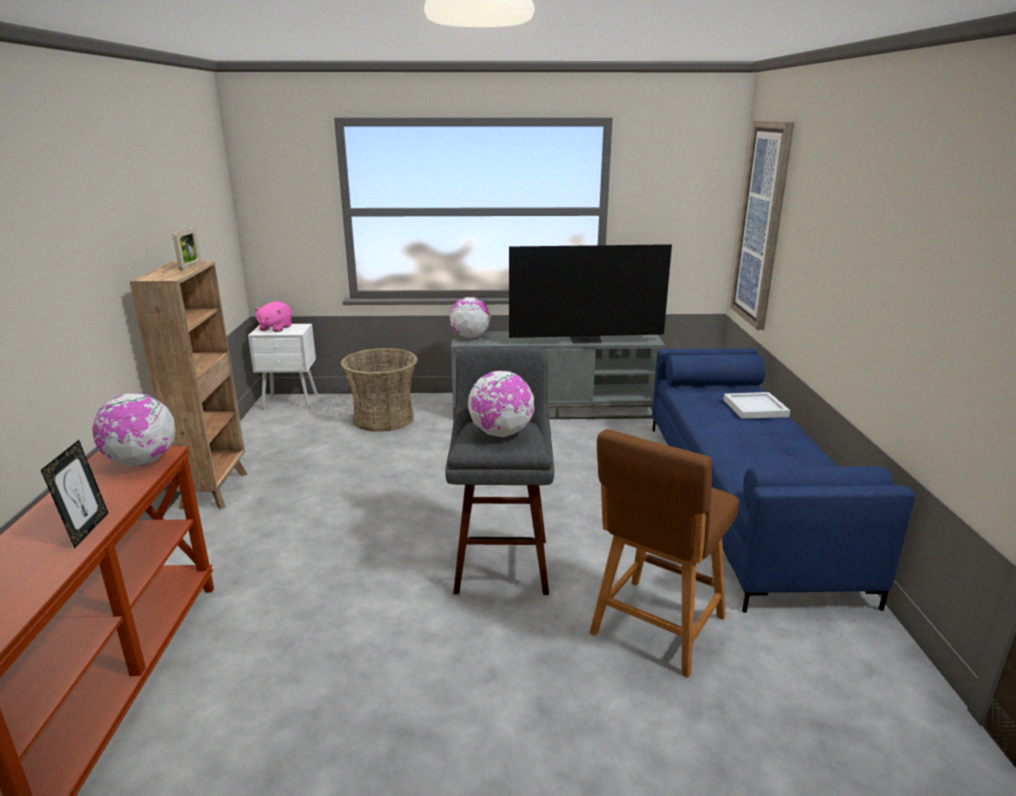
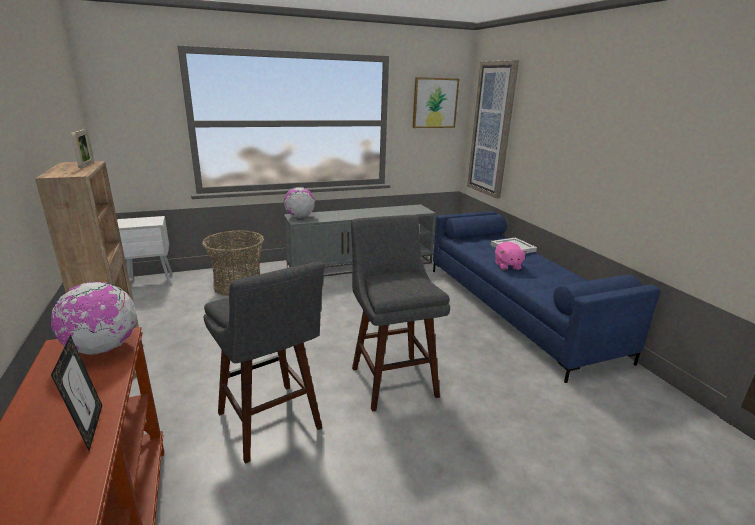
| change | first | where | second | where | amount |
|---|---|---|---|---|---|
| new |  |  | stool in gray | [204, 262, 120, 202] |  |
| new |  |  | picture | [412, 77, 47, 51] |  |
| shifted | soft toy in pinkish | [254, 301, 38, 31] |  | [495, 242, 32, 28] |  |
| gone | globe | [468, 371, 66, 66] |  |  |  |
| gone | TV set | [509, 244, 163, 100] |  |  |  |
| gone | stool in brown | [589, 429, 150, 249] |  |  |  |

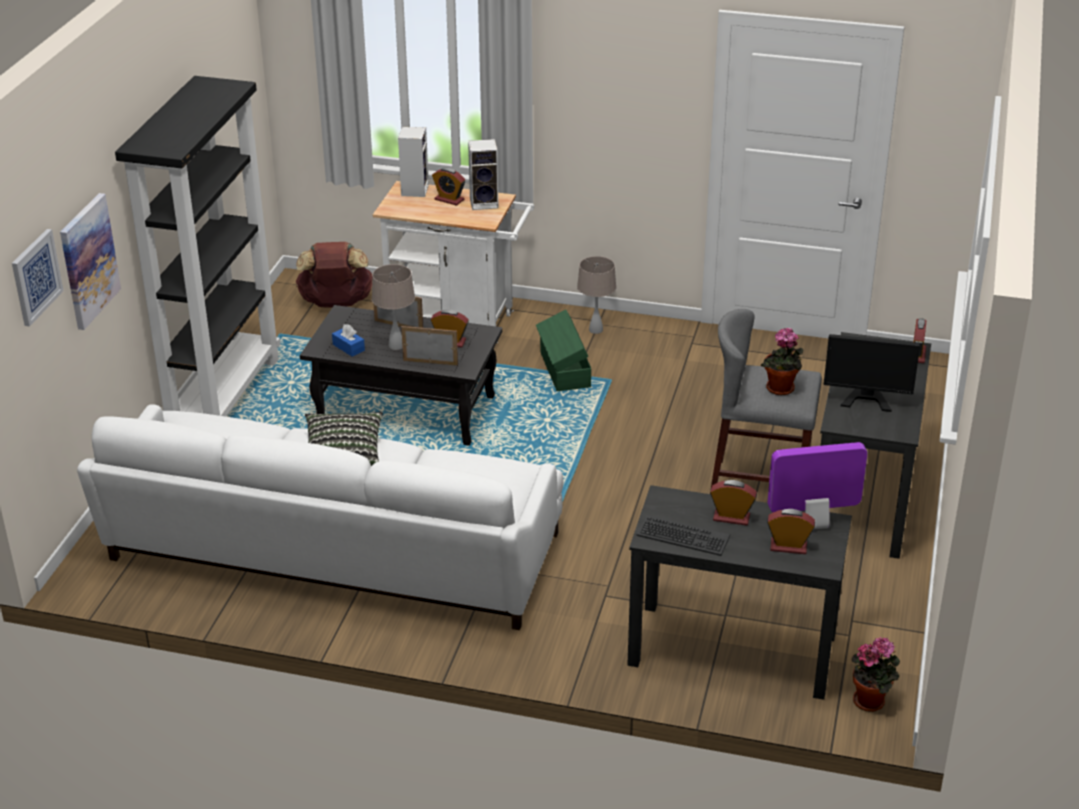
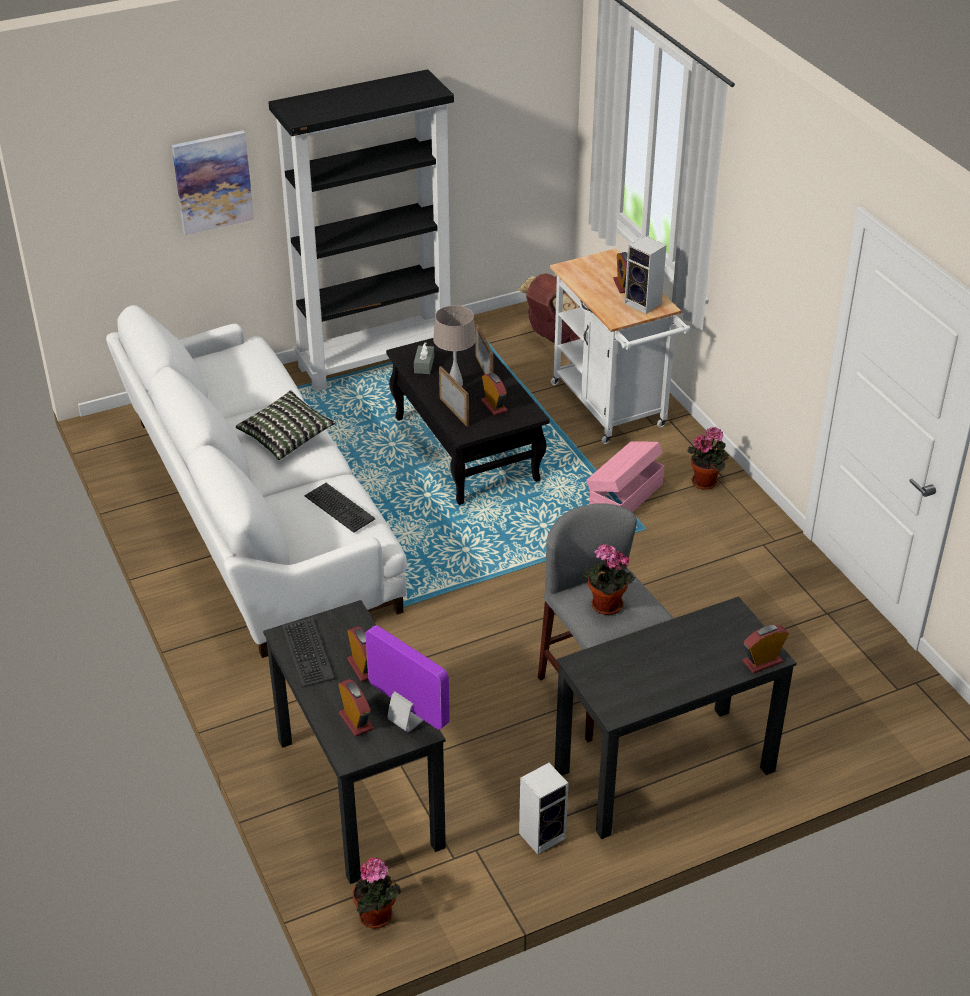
| change | first | where | second | where | amount |
|---|---|---|---|---|---|
| new |  |  | PC keyboard | [305, 483, 70, 50] |  |
| repainted | tissue box in blue-coloured | [332, 324, 33, 33] | tissue box in gray | [414, 343, 20, 31] |  |
| shifted | audio speaker | [398, 127, 31, 70] |  | [519, 763, 50, 91] |  |
| repainted | storage box in green-coloured | [536, 310, 55, 81] | storage box in pinkish | [586, 441, 78, 71] |  |
| swapped | lamp for a table in beige-coloured | [577, 256, 39, 78] | plant in a pot | [687, 427, 42, 63] |  |
| gone | picture | [12, 229, 51, 98] |  |  |  |
| gone | computer screen | [824, 334, 96, 78] |  |  |  |

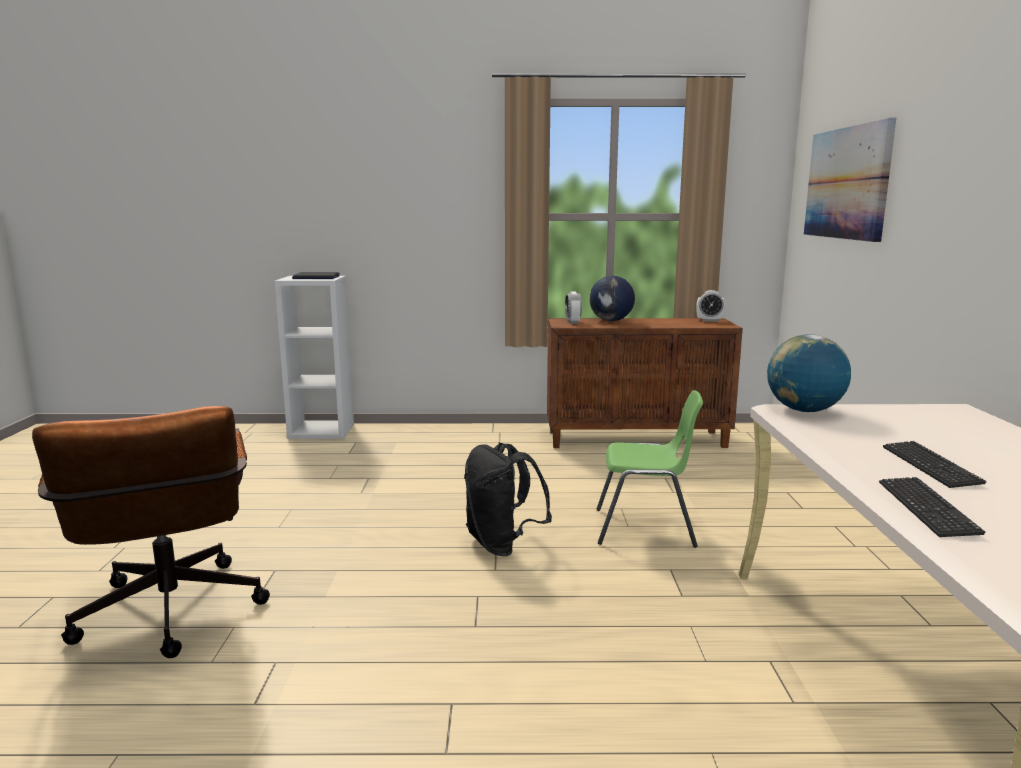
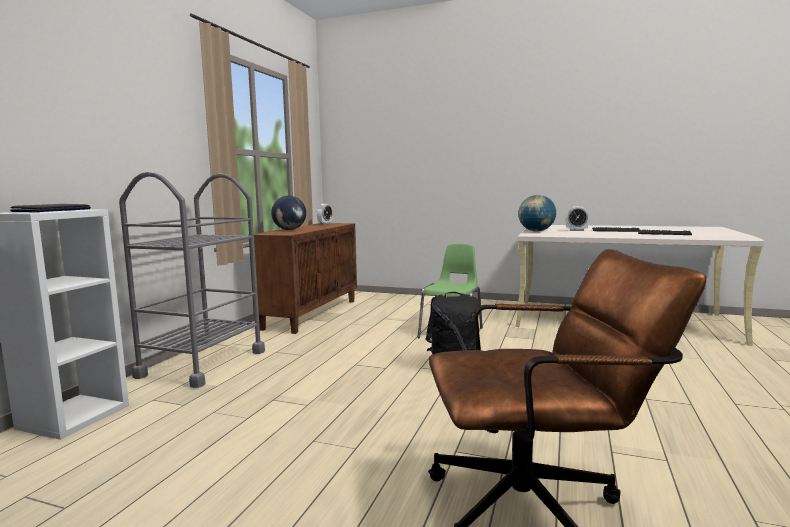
| change | first | where | second | where | amount |
|---|---|---|---|---|---|
| new |  |  | cart in gray | [119, 171, 146, 217] |  |
| shifted | alarm clock | [565, 292, 17, 32] |  | [565, 206, 24, 25] |  |
| gone | picture | [804, 118, 92, 124] |  |  |  |

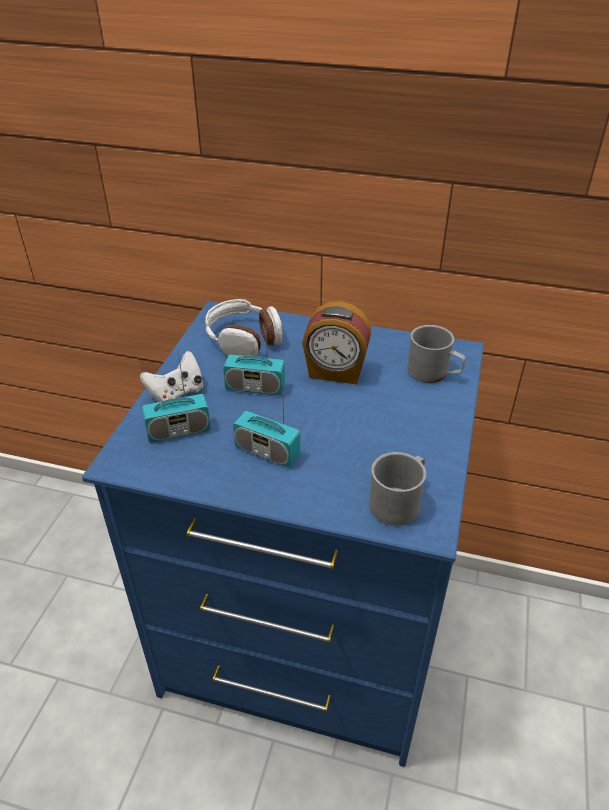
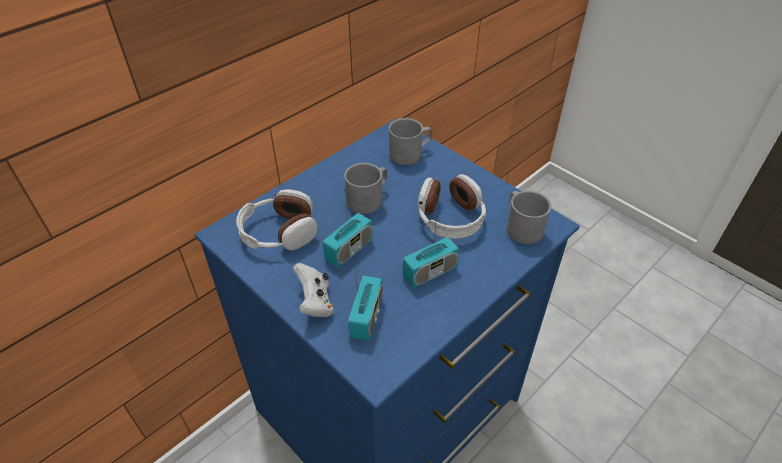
| change | first | where | second | where | amount |
|---|---|---|---|---|---|
| swapped | alarm clock | [302, 301, 70, 84] | coffee mug in gray | [344, 163, 43, 51] |  |
| new |  |  | headphones | [418, 174, 68, 65] |  |

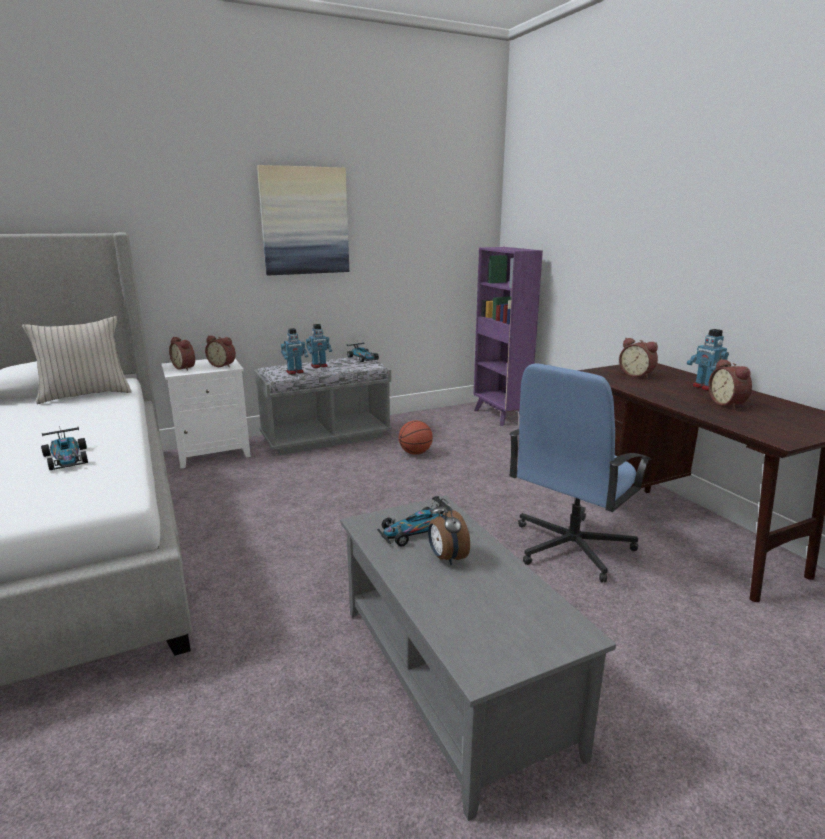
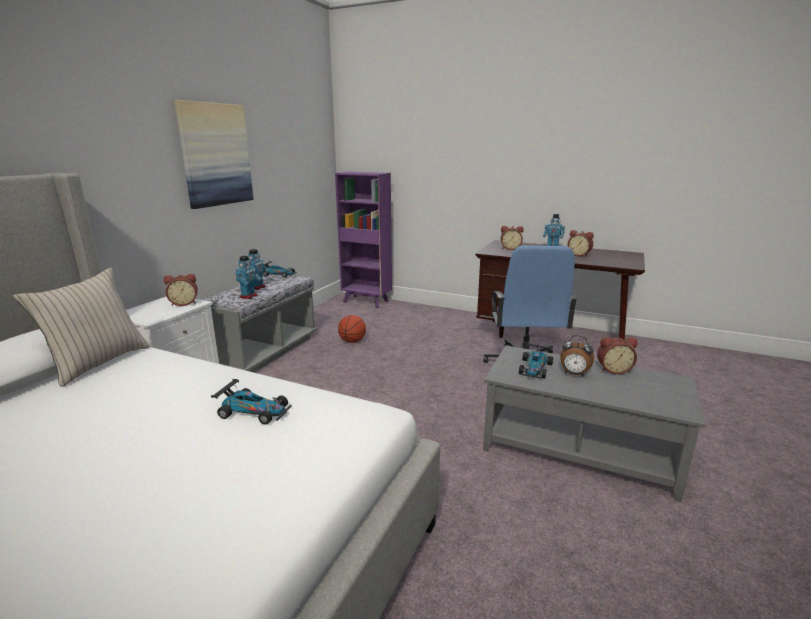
| change | first | where | second | where | amount |
|---|---|---|---|---|---|
| shifted | alarm clock | [169, 337, 26, 34] |  | [597, 337, 41, 37] |  |

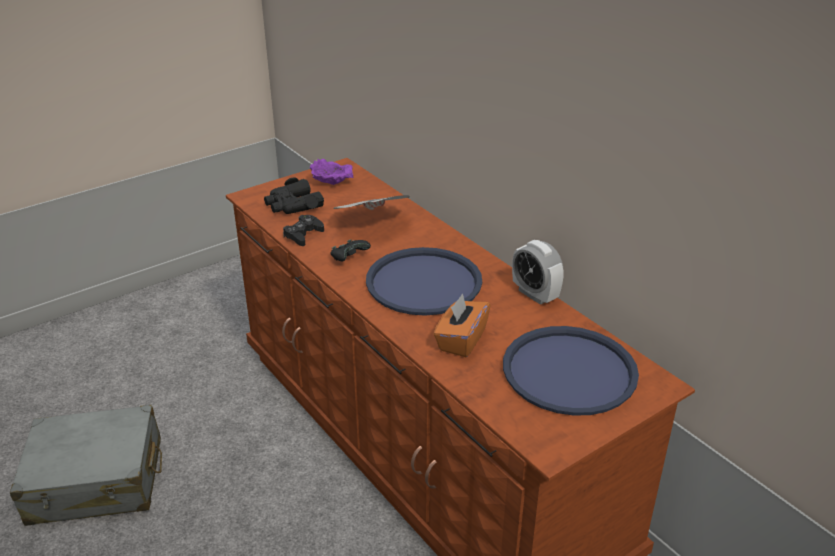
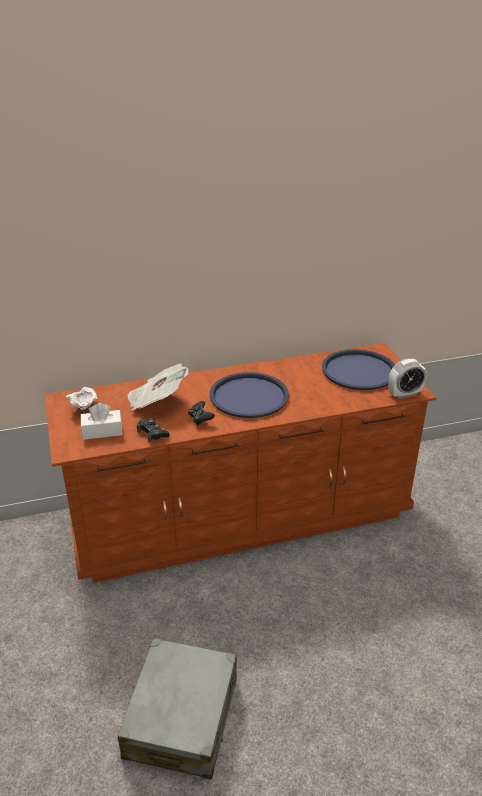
| change | first | where | second | where | amount |
|---|---|---|---|---|---|
| repainted | deep dish in purplish | [310, 159, 44, 26] | deep dish in white | [66, 387, 31, 23] |  |
| swapped | binoculars in black-coloured | [264, 177, 60, 37] | tissue box in white | [81, 403, 42, 37] |  |
| shifted | alarm clock | [512, 240, 51, 65] |  | [388, 359, 39, 40] |  |
| gone | tissue box in orange | [433, 294, 58, 63] |  |  |  |

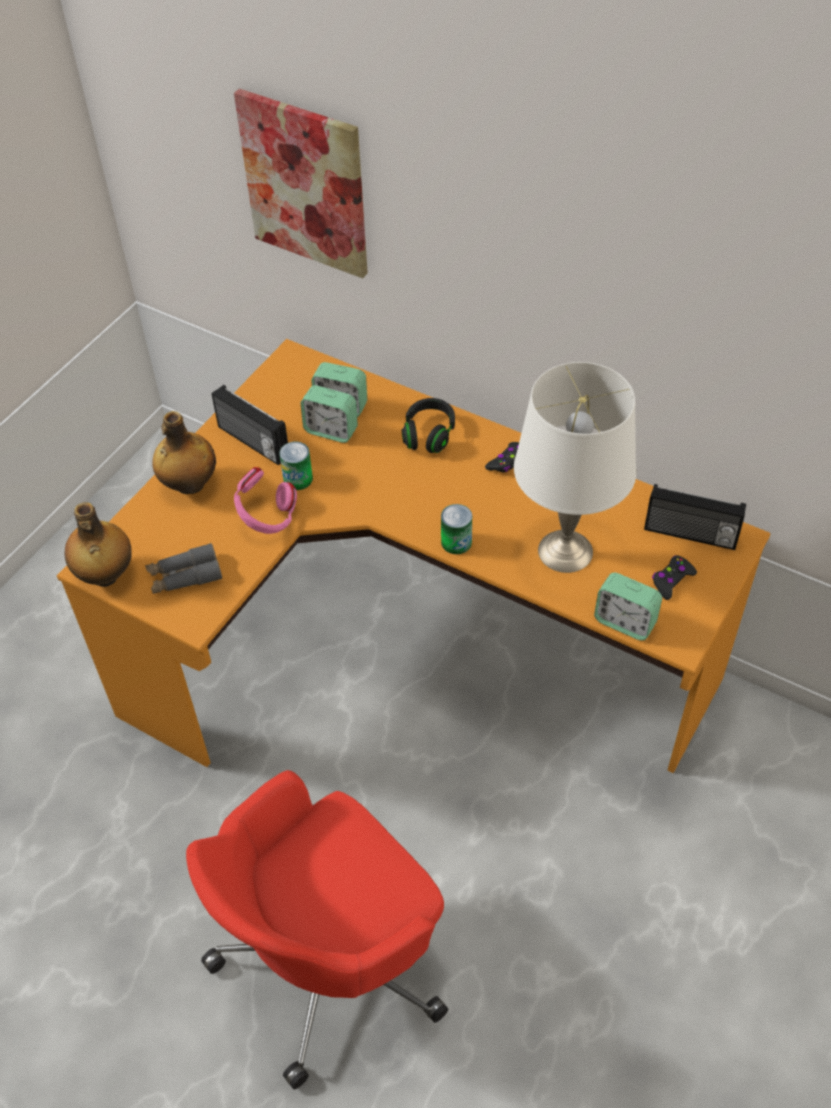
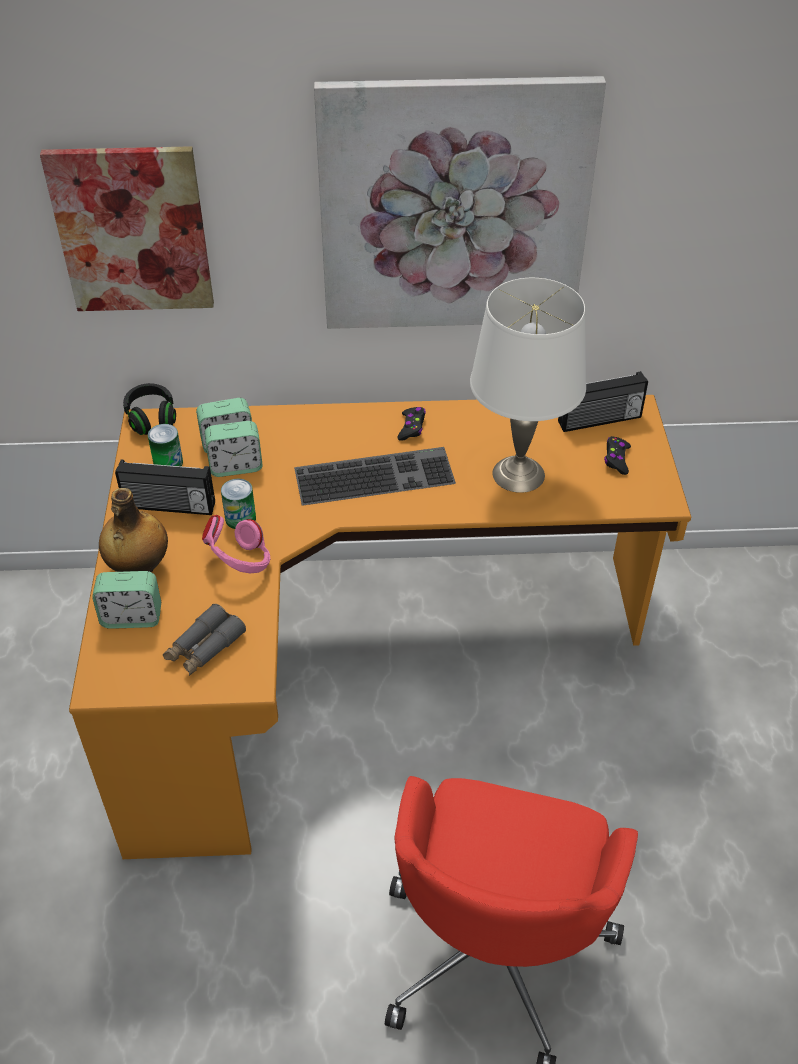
| change | first | where | second | where | amount |
|---|---|---|---|---|---|
| shifted | alarm clock | [594, 573, 68, 68] |  | [92, 571, 69, 58] |  |
| shifted | headphones in black-coloured | [402, 398, 53, 55] |  | [123, 383, 53, 52] |  |
| shifted | sealed can | [441, 504, 31, 50] |  | [148, 424, 35, 42] |  |
| new |  |  | PC keyboard | [294, 447, 162, 59] |  |
| new |  |  | picture | [314, 76, 292, 253] |  |
| gone | beverage bottle | [65, 502, 67, 85] |  |  |  |

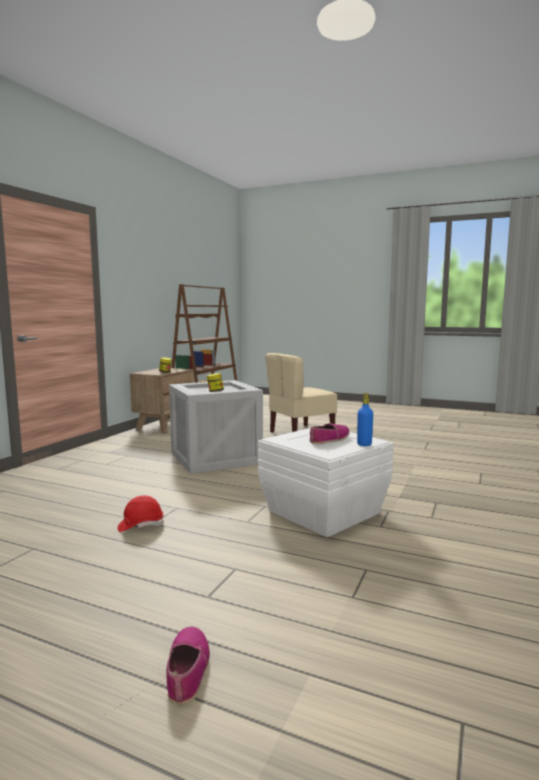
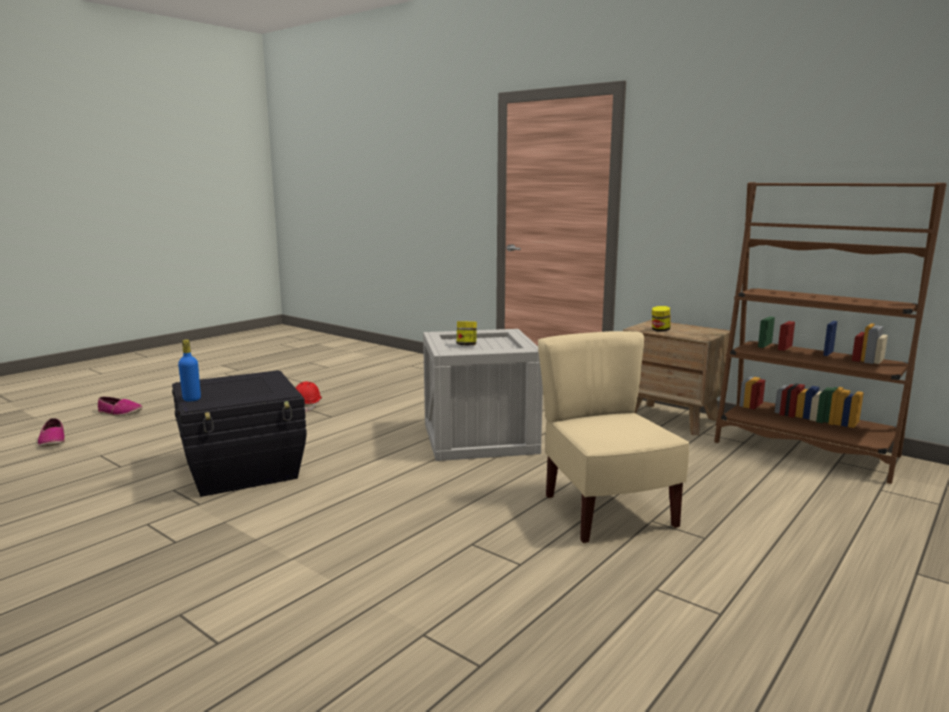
| change | first | where | second | where | amount |
|---|---|---|---|---|---|
| shifted | shoe | [310, 423, 40, 21] |  | [38, 418, 27, 29] |  |
| repainted | storage box in white | [258, 425, 136, 112] | storage box in black-coloured | [172, 370, 135, 127] |  |

